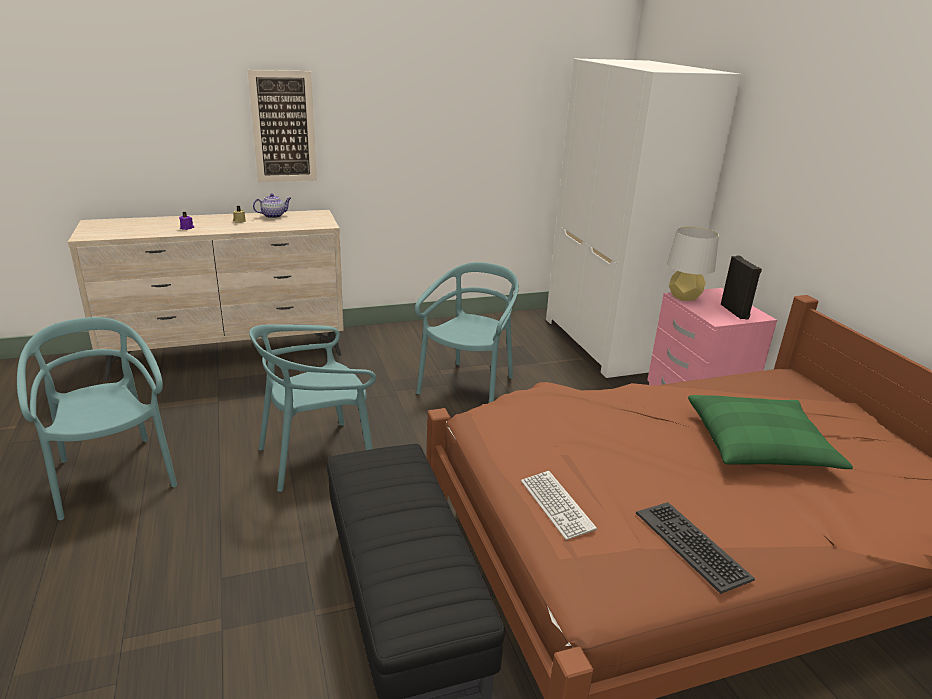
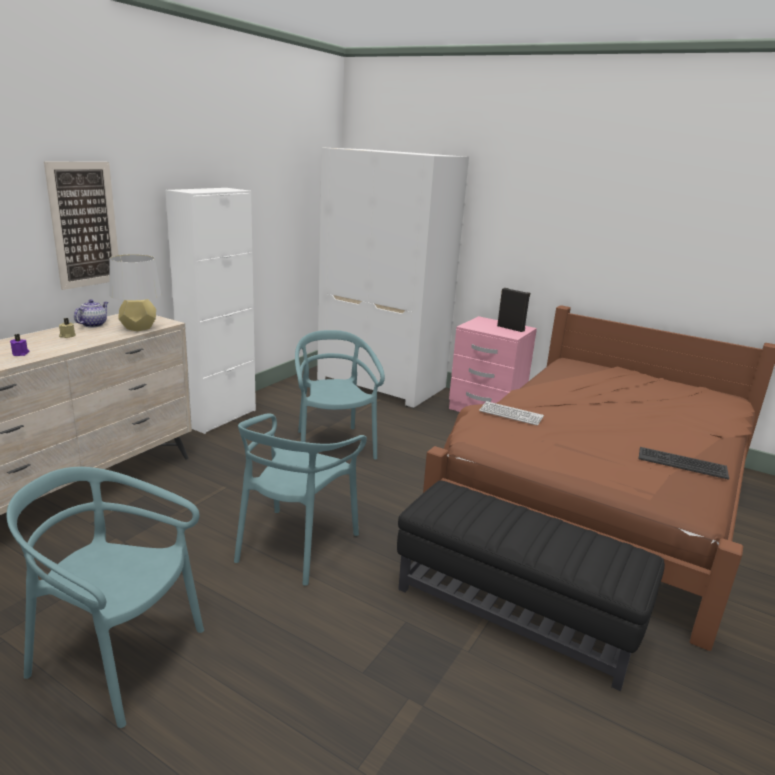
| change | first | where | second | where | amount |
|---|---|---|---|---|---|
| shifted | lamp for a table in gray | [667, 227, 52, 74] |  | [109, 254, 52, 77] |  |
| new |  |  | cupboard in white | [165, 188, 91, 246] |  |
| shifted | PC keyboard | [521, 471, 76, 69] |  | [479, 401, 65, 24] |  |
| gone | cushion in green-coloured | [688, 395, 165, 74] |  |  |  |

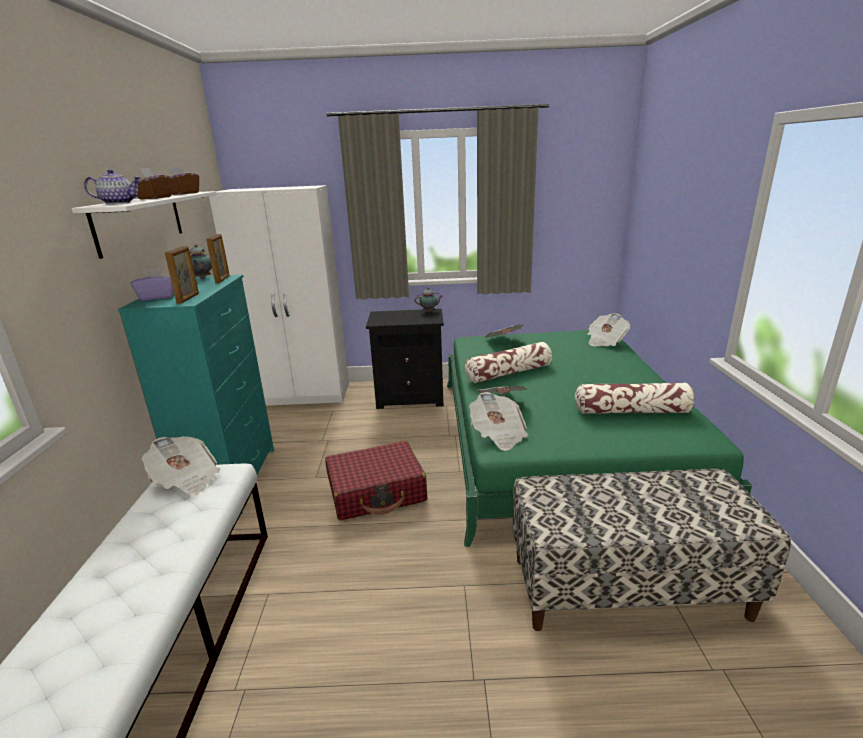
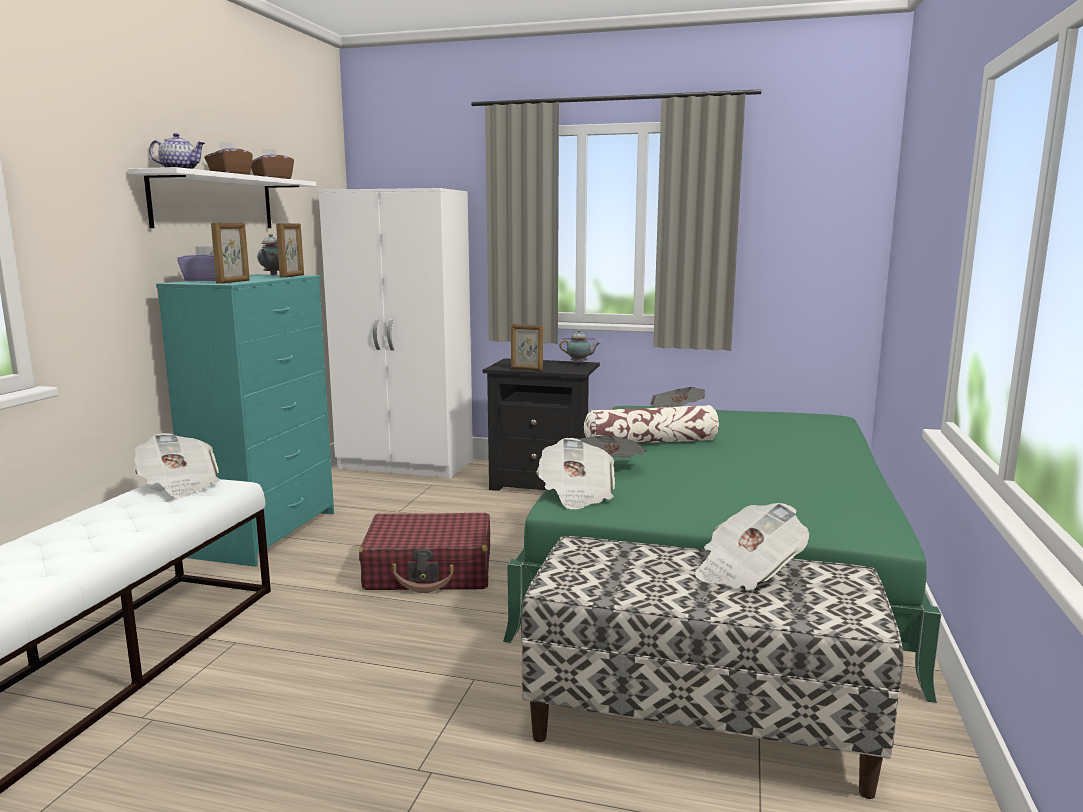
| change | first | where | second | where | amount |
|---|---|---|---|---|---|
| new |  |  | standing frame | [511, 324, 32, 47] |  |
| shifted | newspaper | [588, 313, 42, 33] |  | [694, 503, 115, 87] |  |
| gone | cushion | [575, 383, 120, 31] |  |  |  |

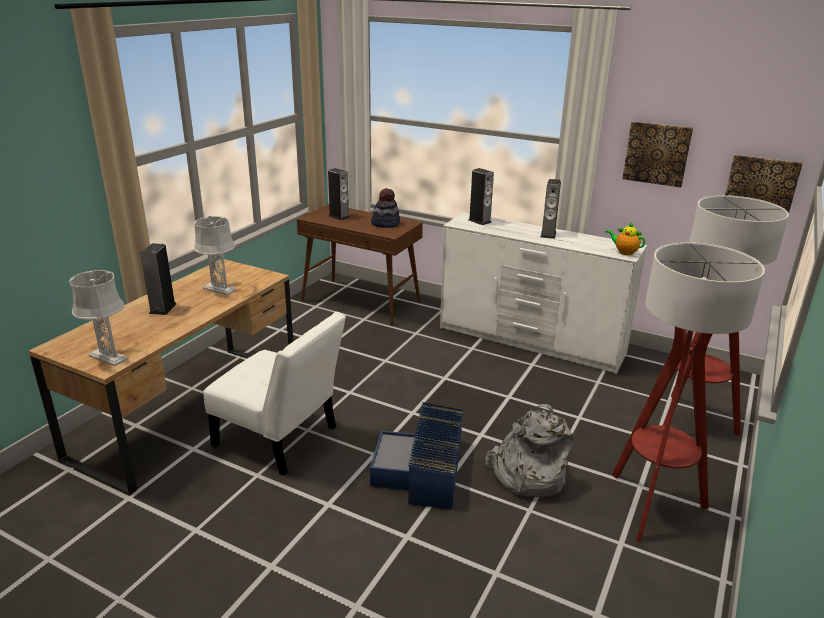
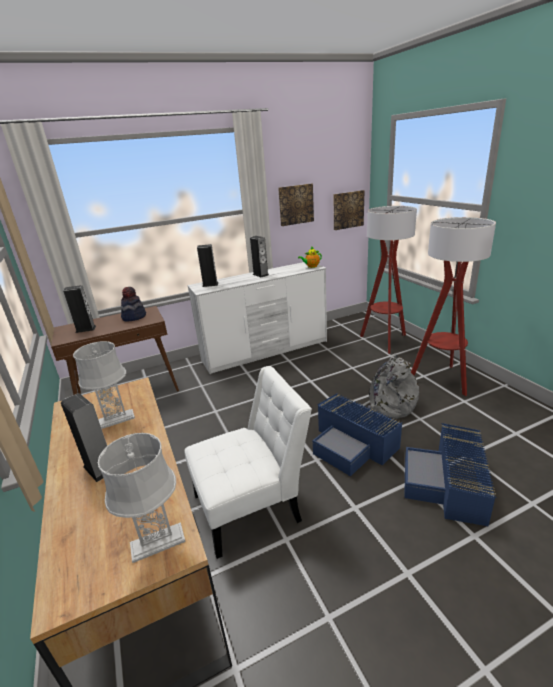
| change | first | where | second | where | amount |
|---|---|---|---|---|---|
| new |  |  | storage box in blue-coloured | [404, 423, 93, 103] |  |

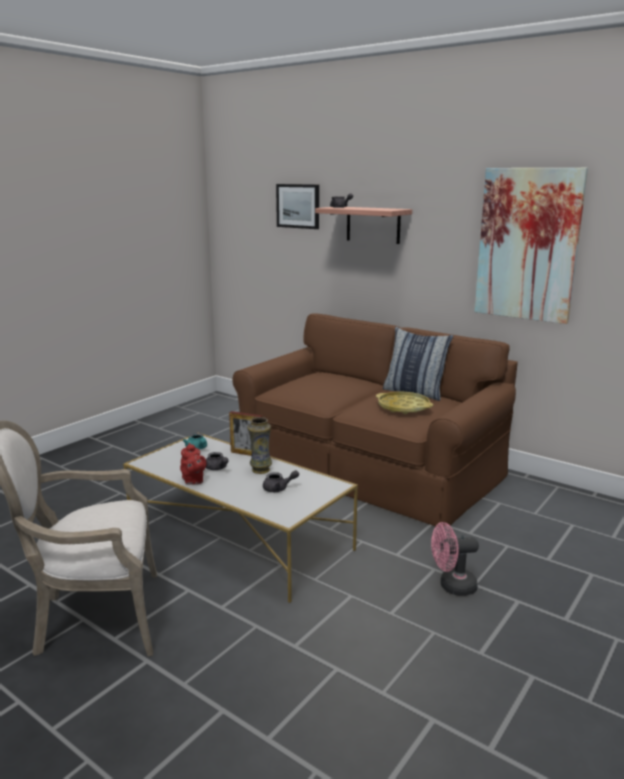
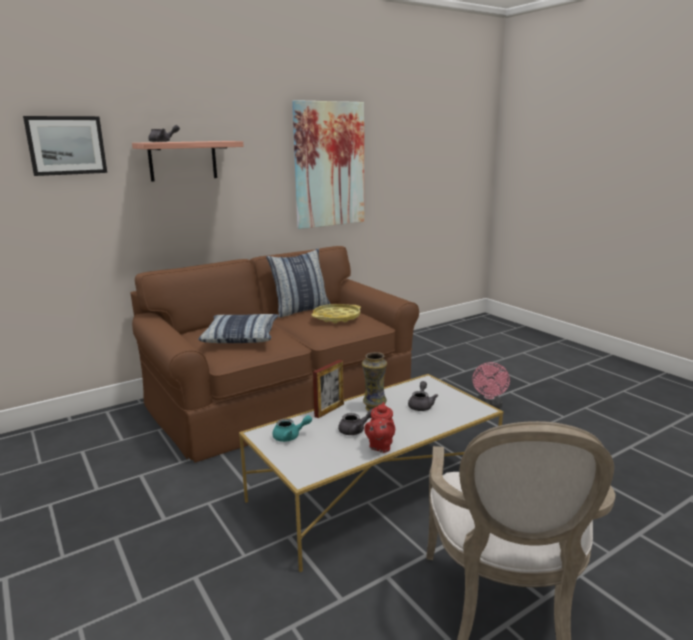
| change | first | where | second | where | amount |
|---|---|---|---|---|---|
| new |  |  | cushion | [198, 314, 81, 29] |  |
| rotated | pot for tea in red | [180, 443, 26, 41] |  | [364, 402, 31, 51] | 105 degrees clockwise |

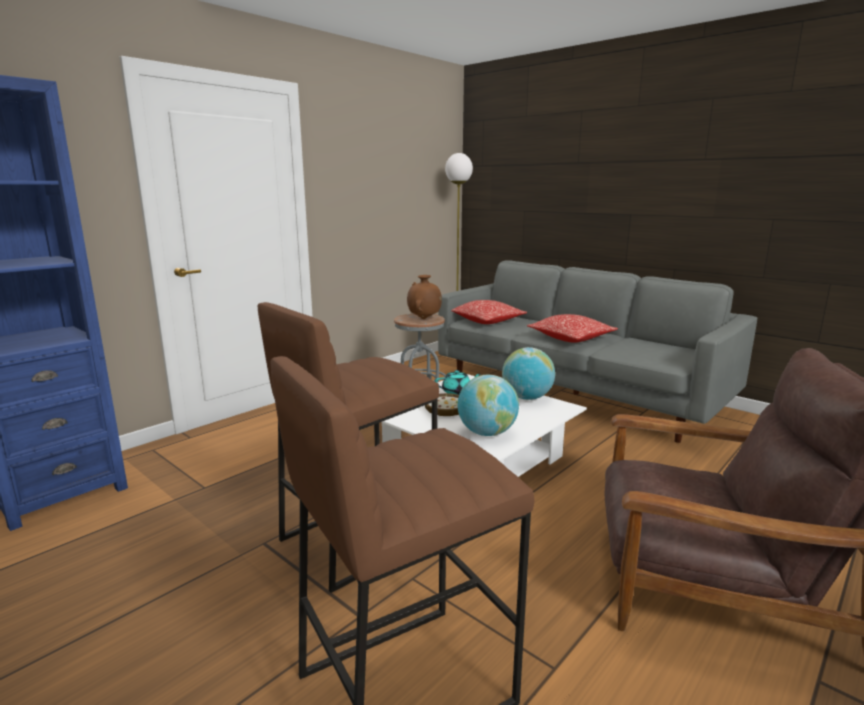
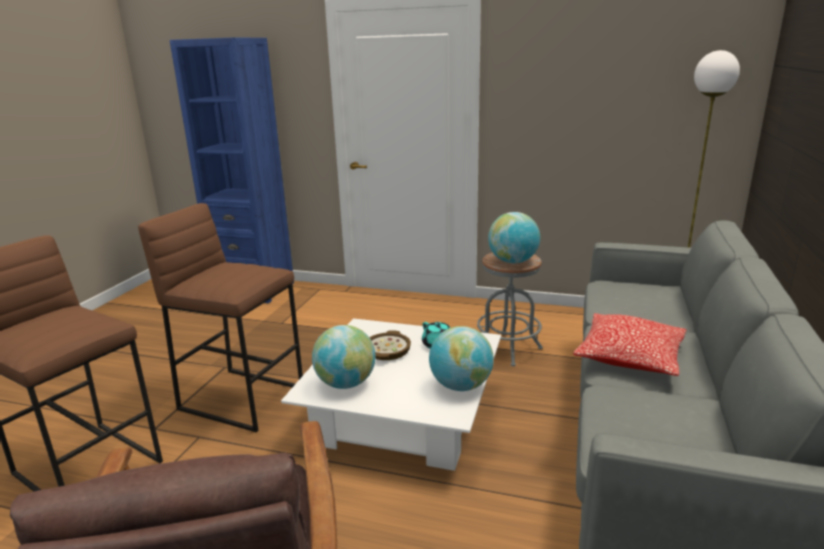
| change | first | where | second | where | amount |
|---|---|---|---|---|---|
| swapped | flower vase in brown | [407, 275, 35, 44] | globe | [488, 212, 52, 51] |  |
| gone | cushion | [451, 300, 76, 24] |  |  |  |

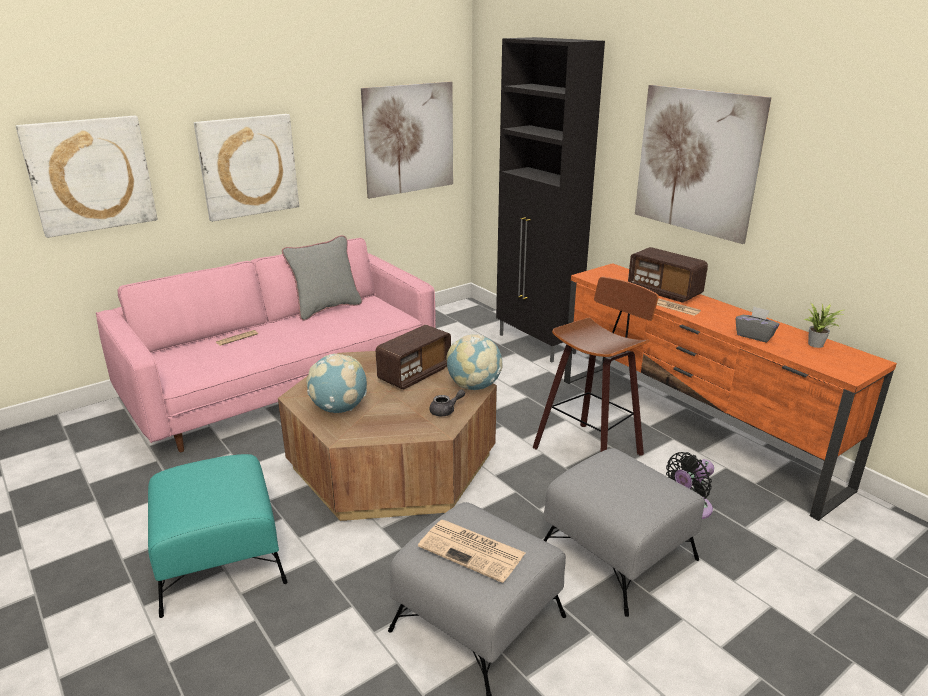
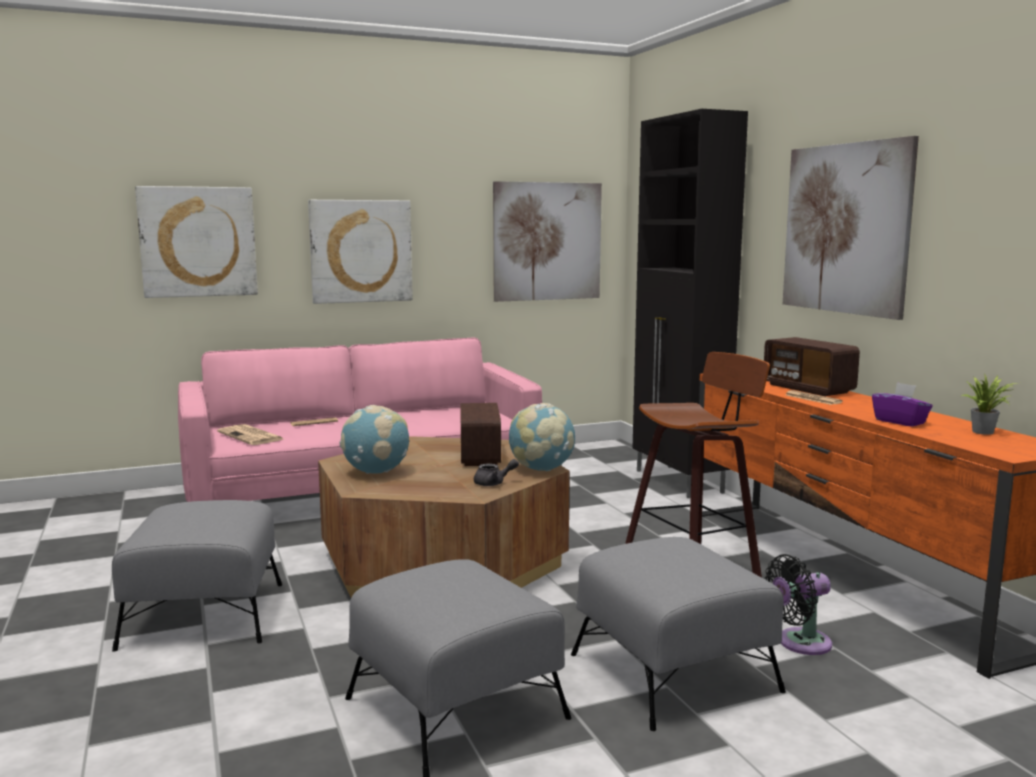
| change | first | where | second | where | amount |
|---|---|---|---|---|---|
| repainted | pouffe in turquoise | [148, 454, 140, 164] | pouffe in gray | [112, 500, 170, 152] |  |
| shifted | newspaper | [418, 520, 107, 63] |  | [217, 424, 66, 21] |  |
| rotated | radio set | [376, 325, 75, 65] |  | [460, 403, 41, 63] | 120 degrees clockwise |
| repainted | tissue box in gray | [736, 306, 43, 37] | tissue box in purplish | [872, 382, 60, 45] |  |
| gone | cushion in gray | [282, 235, 80, 86] |  |  |  |

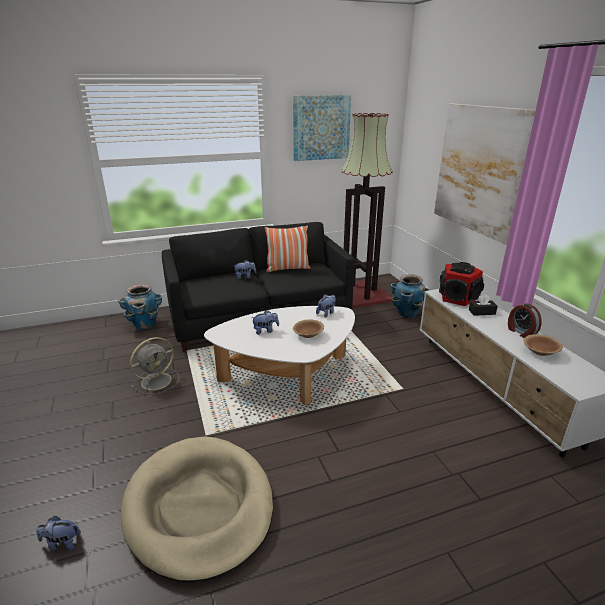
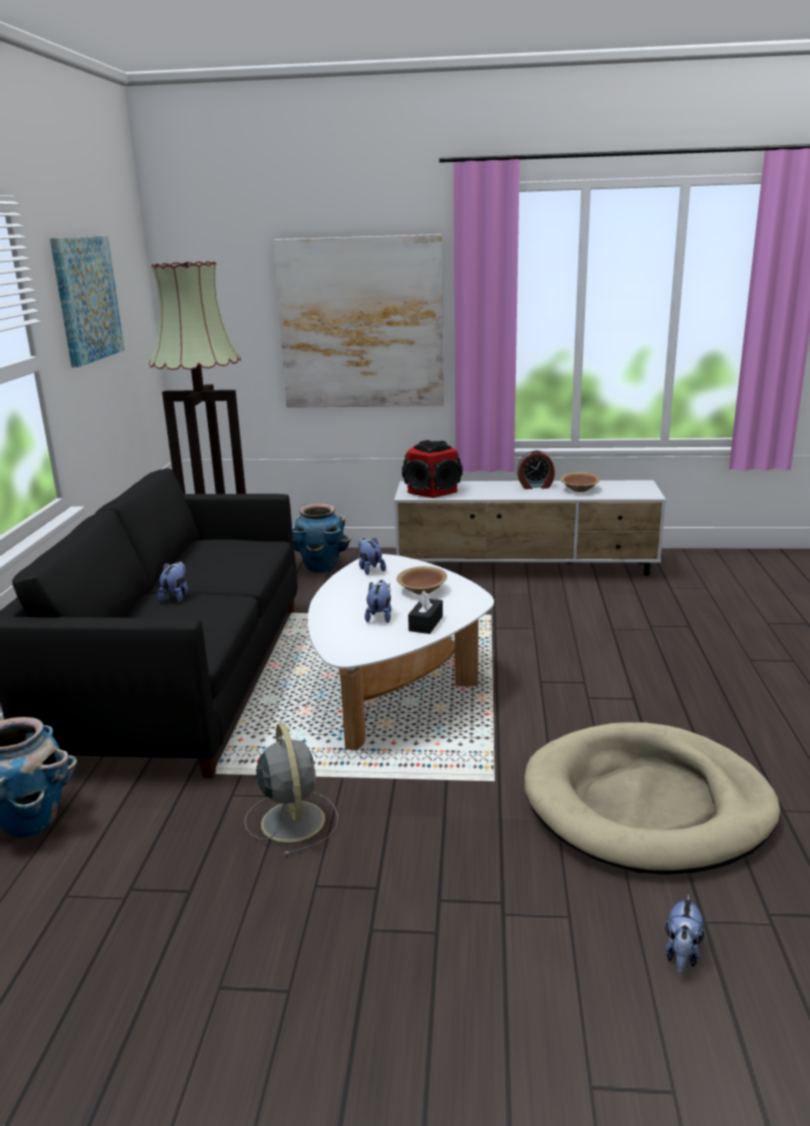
| change | first | where | second | where | amount |
|---|---|---|---|---|---|
| shifted | tissue box in black-coloured | [469, 294, 29, 22] |  | [408, 590, 35, 44] |  |
| gone | cushion | [264, 225, 46, 47] |  |  |  |

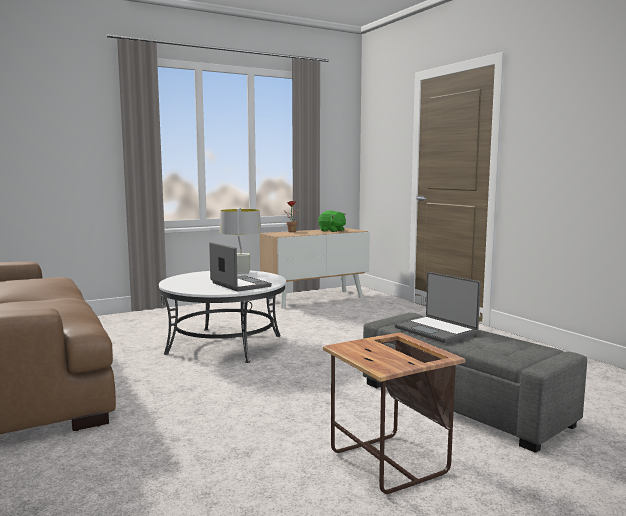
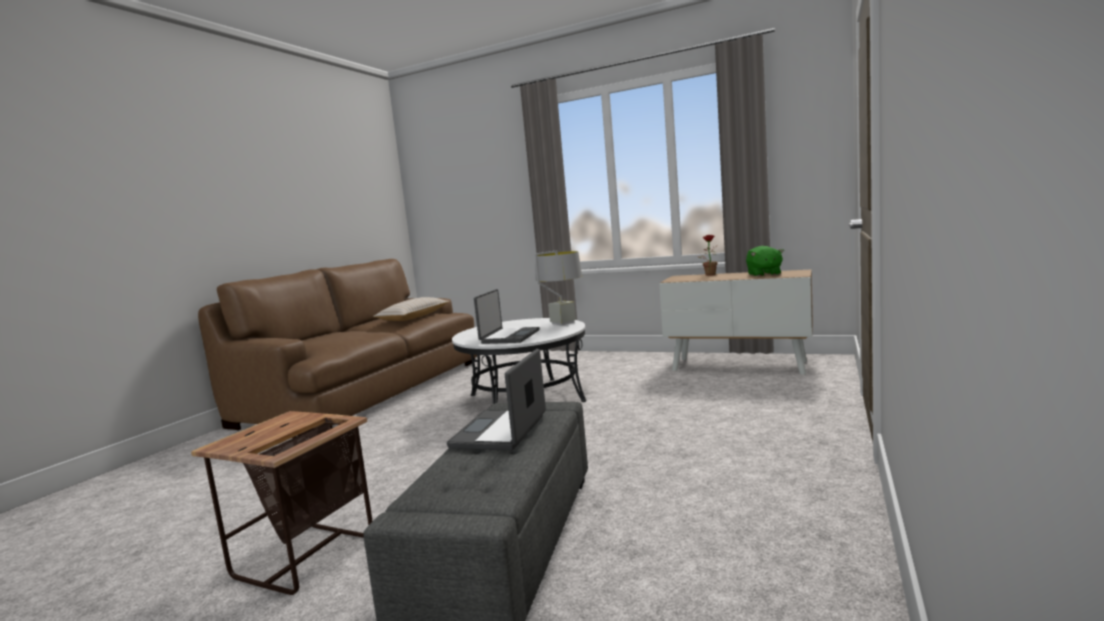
| change | first | where | second | where | amount |
|---|---|---|---|---|---|
| new |  |  | cushion in beige-coloured | [373, 297, 76, 24] |  |

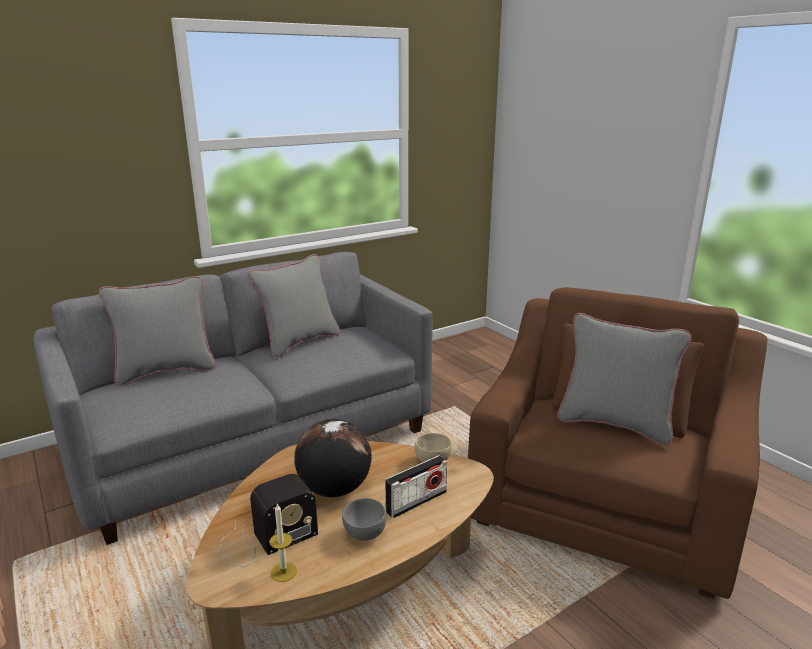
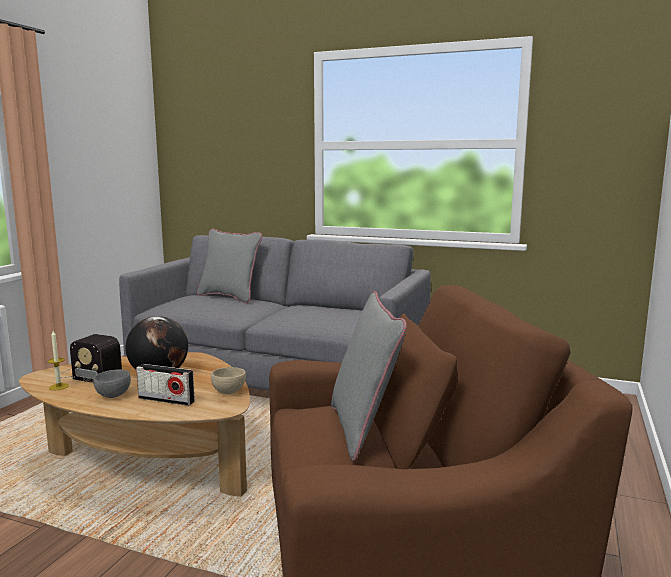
| change | first | where | second | where | amount |
|---|---|---|---|---|---|
| gone | cushion in gray | [248, 254, 92, 104] |  |  |  |

